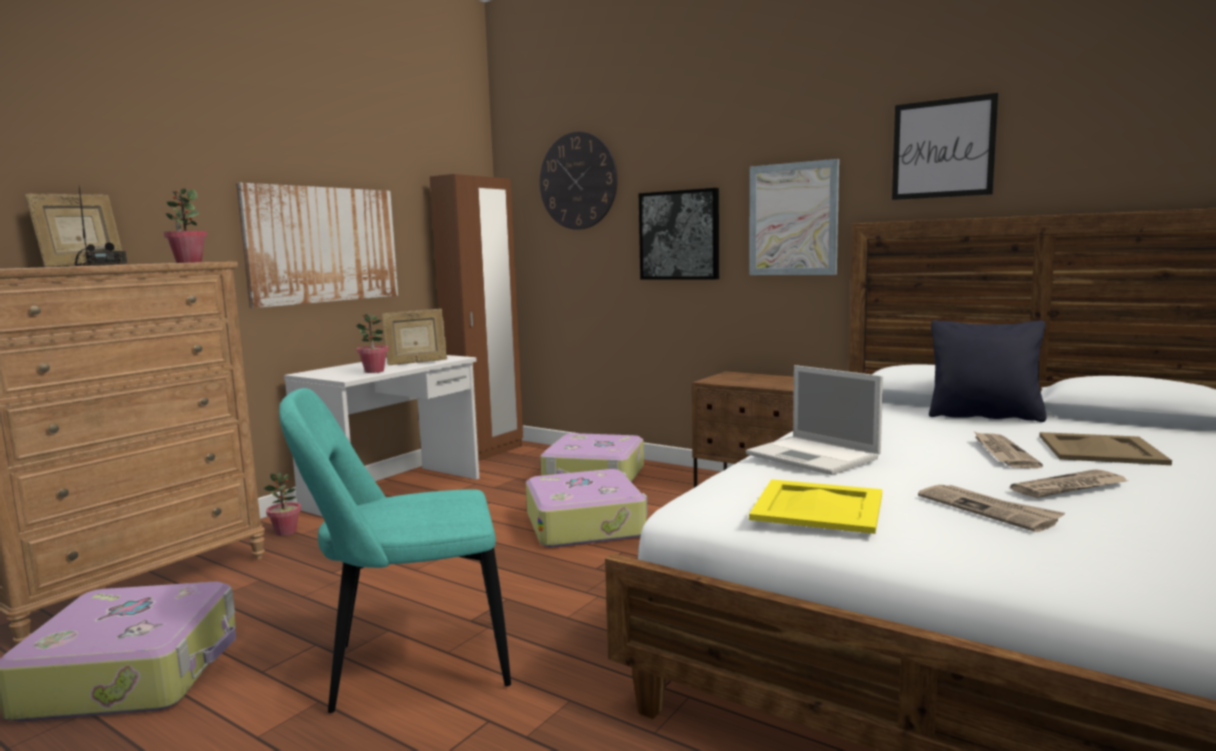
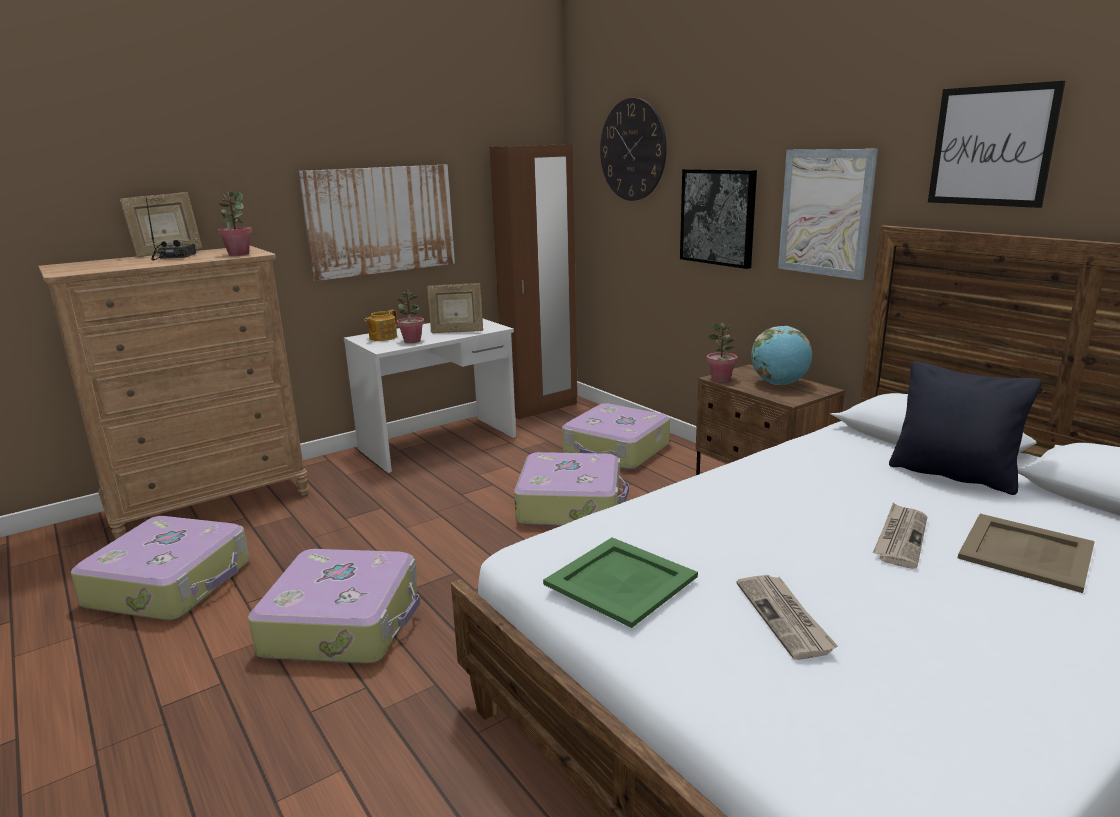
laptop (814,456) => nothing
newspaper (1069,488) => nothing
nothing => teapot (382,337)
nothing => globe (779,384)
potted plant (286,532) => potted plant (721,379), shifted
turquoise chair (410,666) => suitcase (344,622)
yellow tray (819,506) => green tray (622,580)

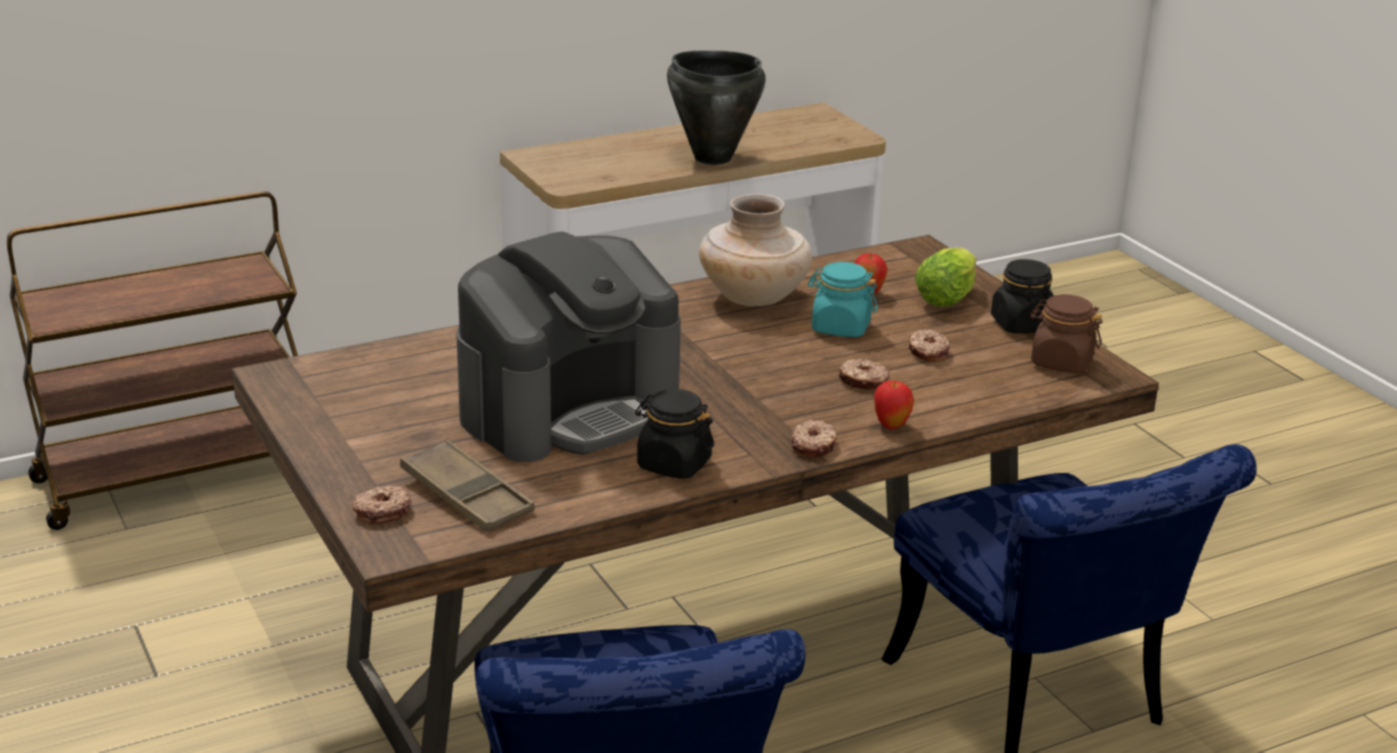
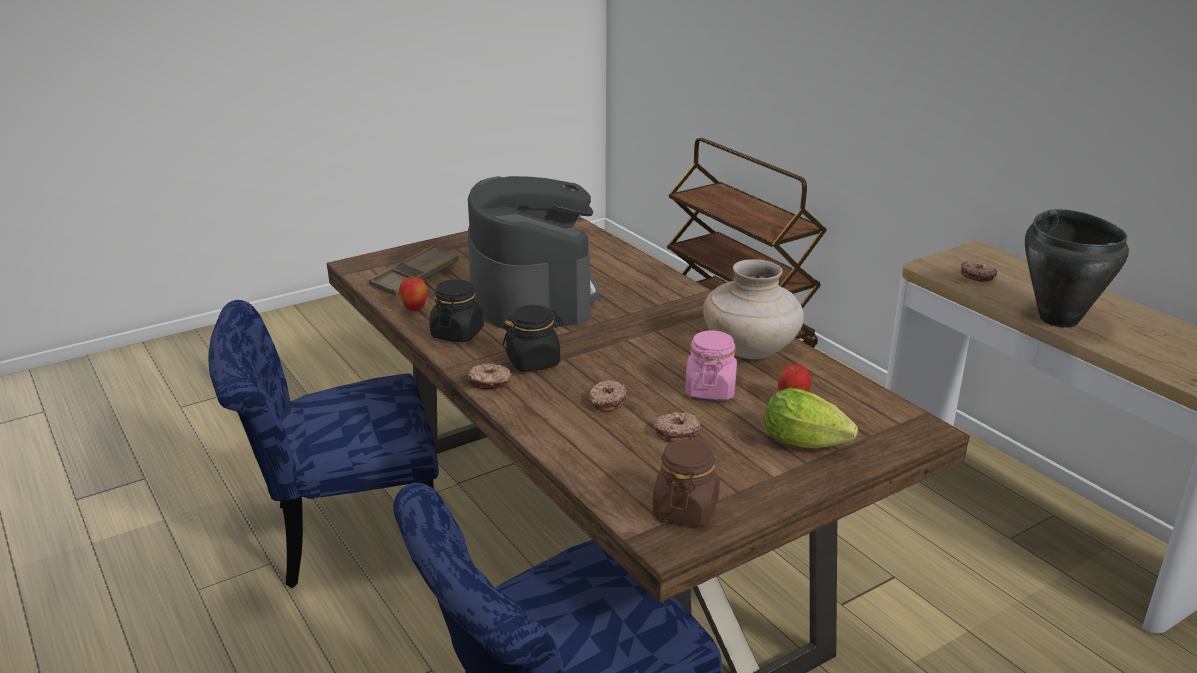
donut (382,512) => donut (977,276), shifted
apple (891,425) => apple (414,309), shifted
black jar (1021,324) => black jar (533,361), shifted
turquoise jar (840,327) => pink jar (710,389)
coffee machine (569,409) => coffee machine (532,296), 150 degrees counterclockwise

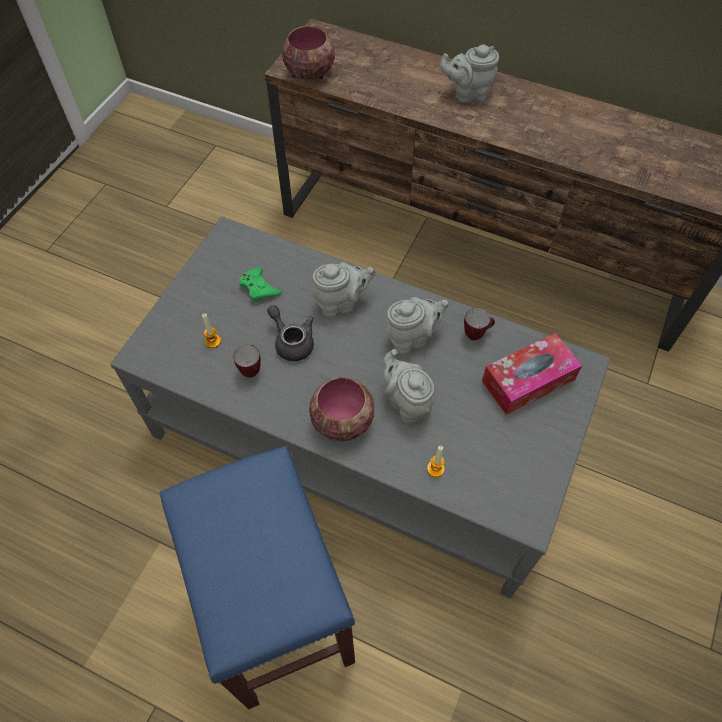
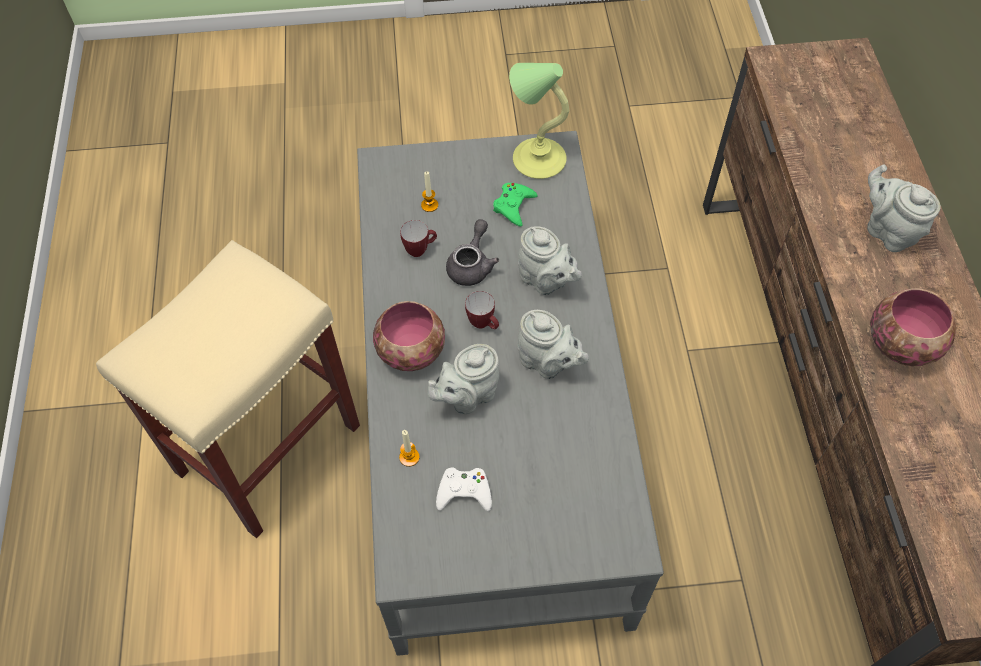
tissue box (528,380) => nothing
nothing => white game controller (464,492)
nothing => table lamp (537,159)
bowl (309,73) => bowl (901,343), shifted
mug (476,334) => mug (484,324), shifted
blue stool (276,612) => beige stool (269,446)
grey teapot (407,403) => grey teapot (467,396), 150 degrees counterclockwise

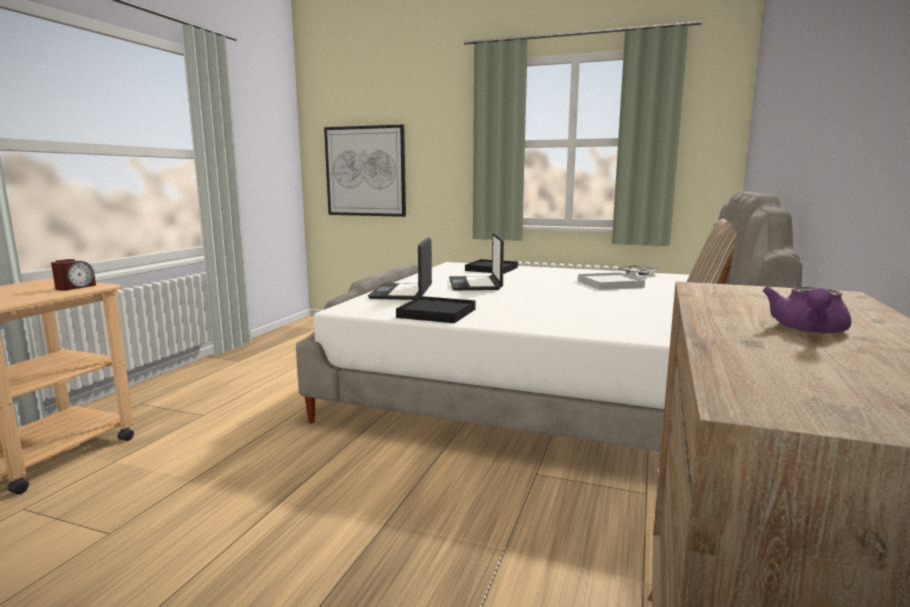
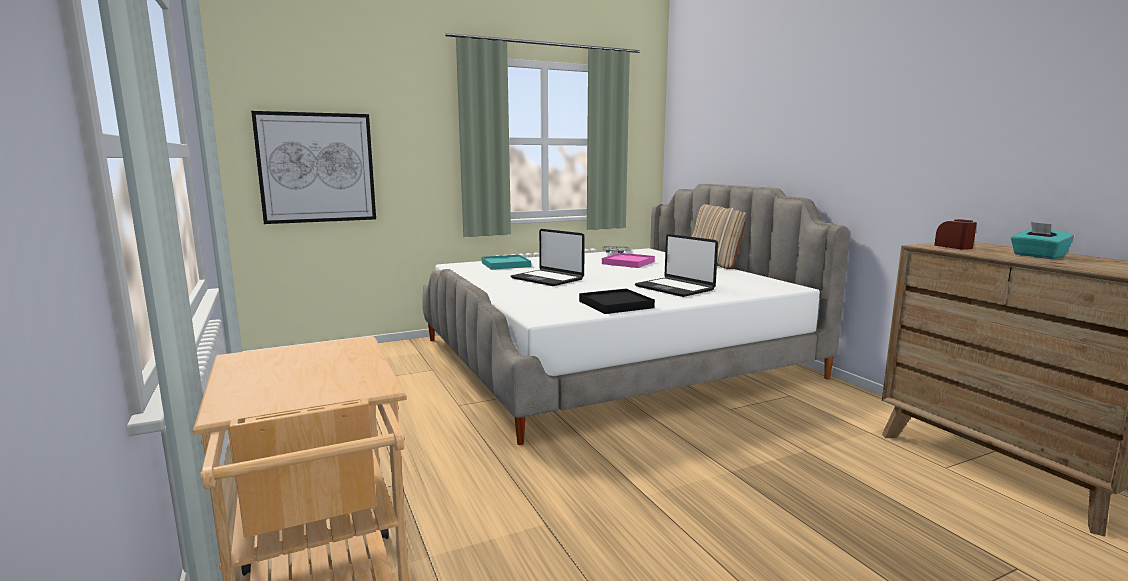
alarm clock (75,287) => alarm clock (954,247), shifted
laptop (402,293) => laptop (675,288), shifted
purple teapot (808,330) => turquoise tissue box (1037,256)
black tray (491,269) => turquoise tray (506,265)
white tray (609,284) => pink tray (628,263)

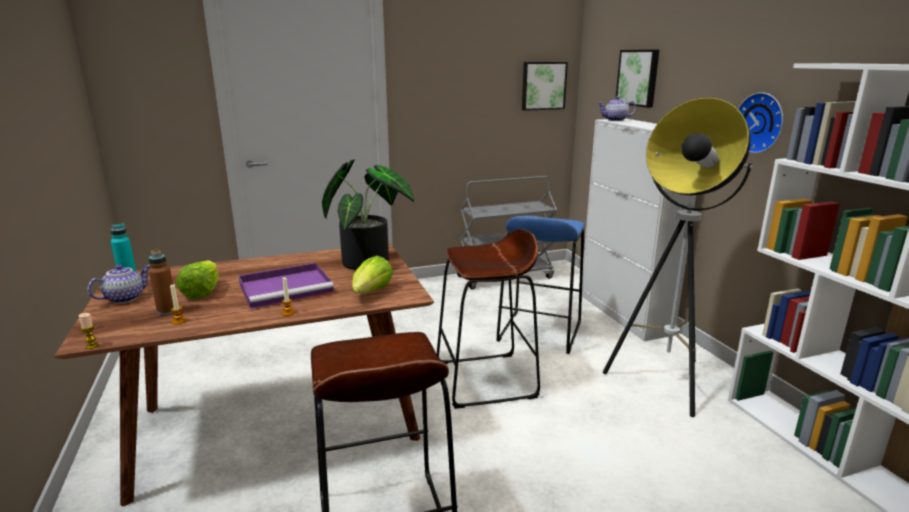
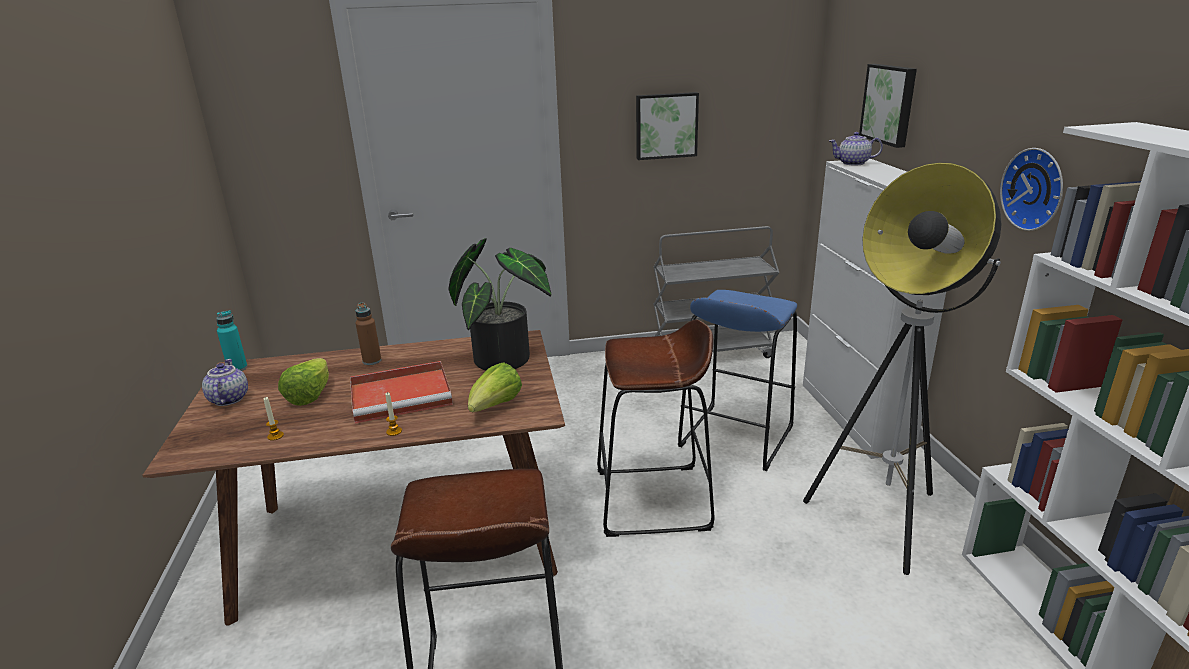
candle (92,346) => nothing
brown bottle (167,311) => brown bottle (372,361), shifted
picture (543,85) => picture (666,125), shifted
purple tray (288,288) => red tray (403,395)
teapot (125,298) => teapot (228,399), 60 degrees counterclockwise

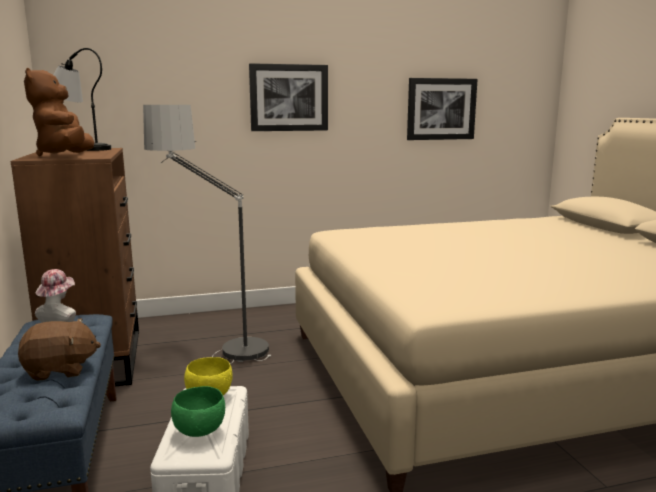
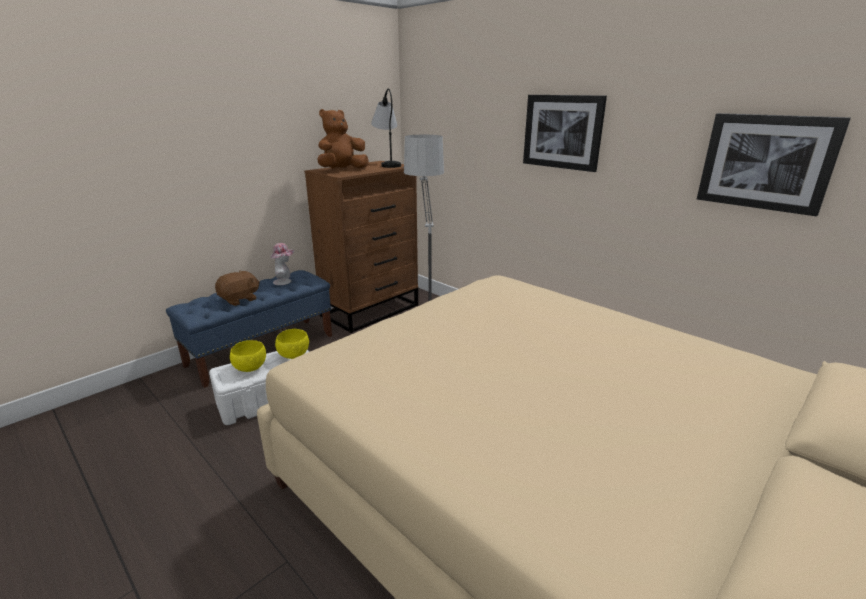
green bowl (200,430) => yellow bowl (251,368)
brown plush toy (60,370) => brown plush toy (240,300), 90 degrees counterclockwise

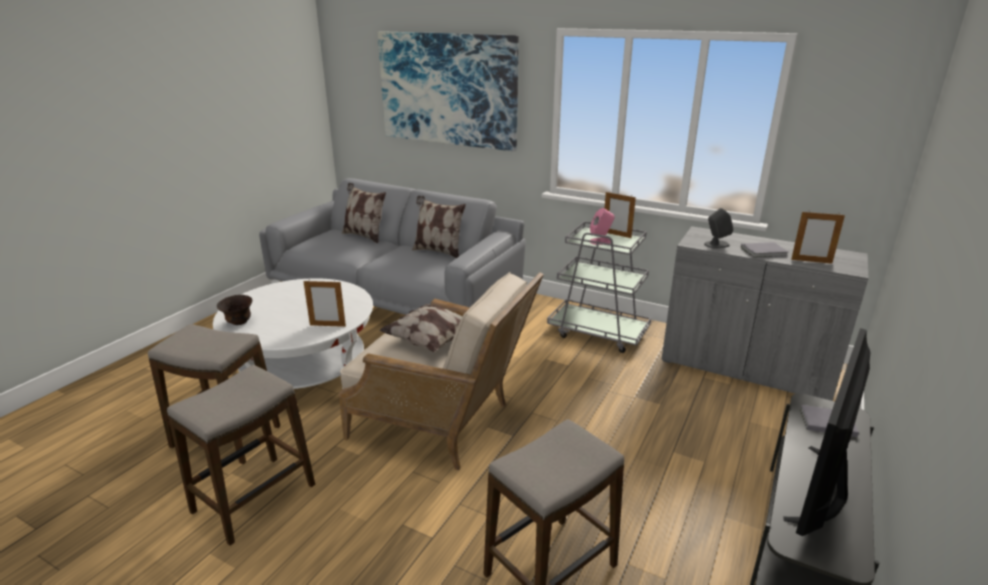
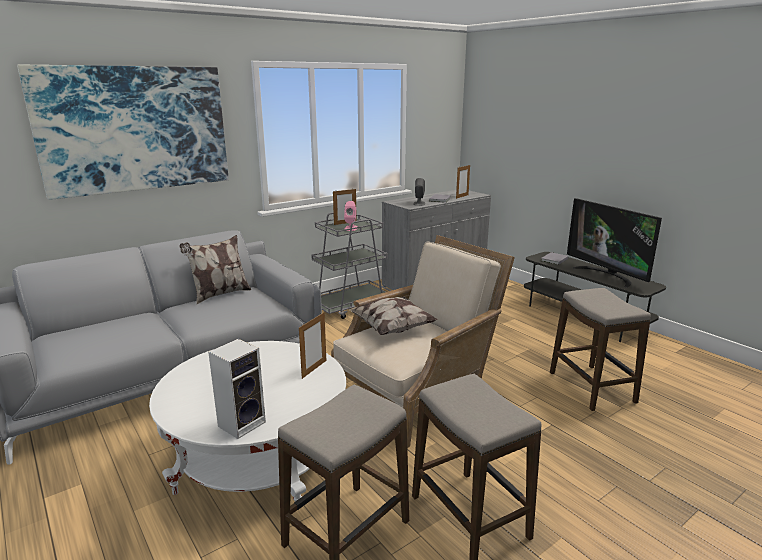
pillow (364,236) => nothing
brown bowl (239,322) => speaker (242,423)

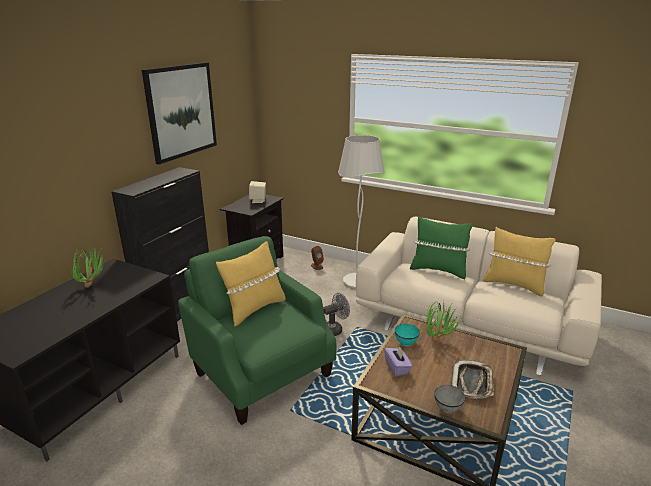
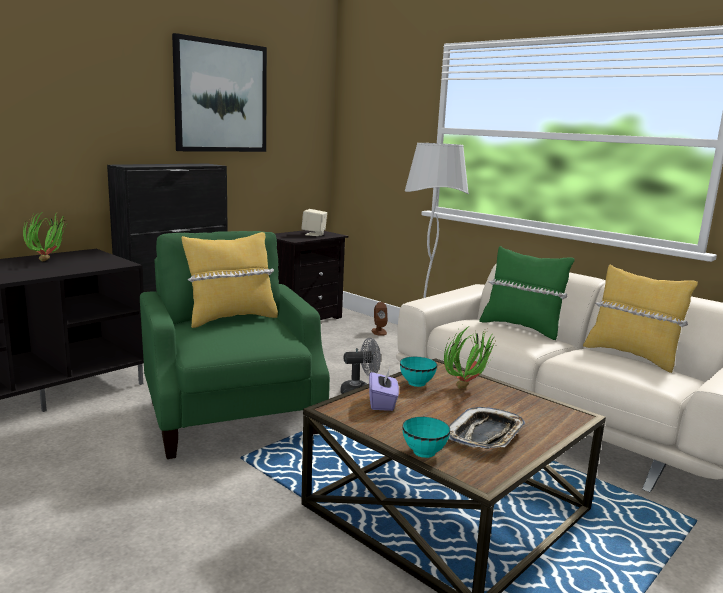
grey bowl (447,408) => turquoise bowl (424,451)

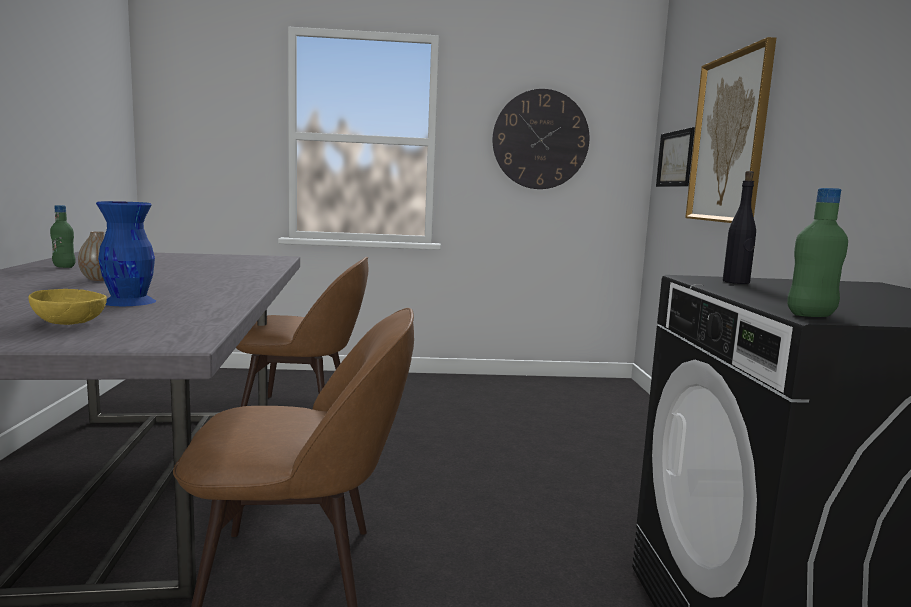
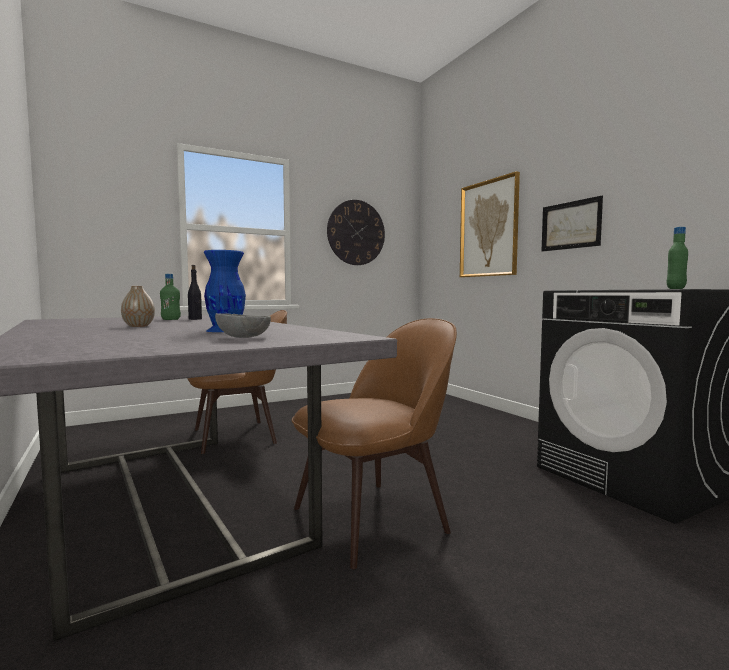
green bottle (64,267) => green bottle (171,319), shifted
picture (675,159) => picture (570,225), shifted
black bottle (736,282) => black bottle (195,319), shifted
yellow bowl (71,323) => grey bowl (244,337)

